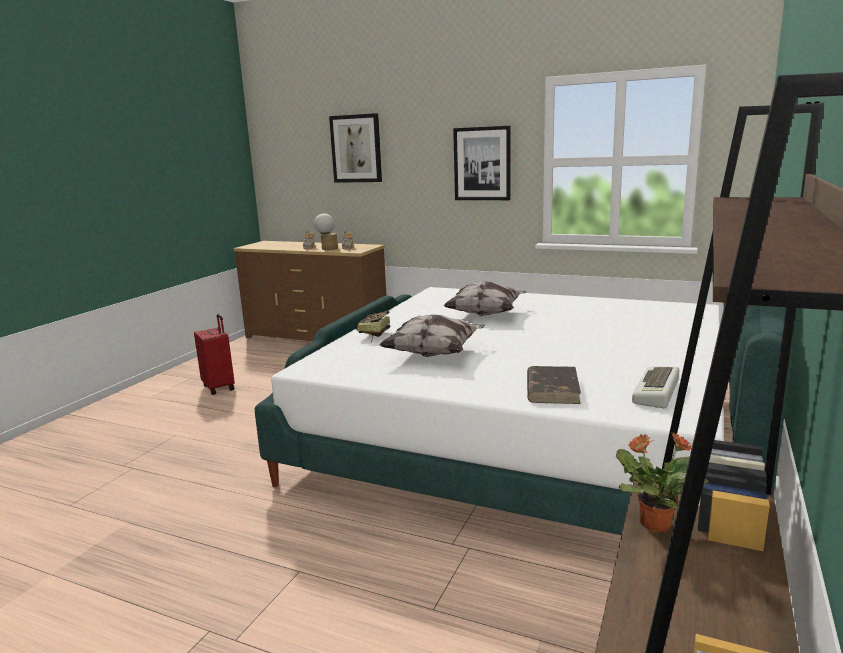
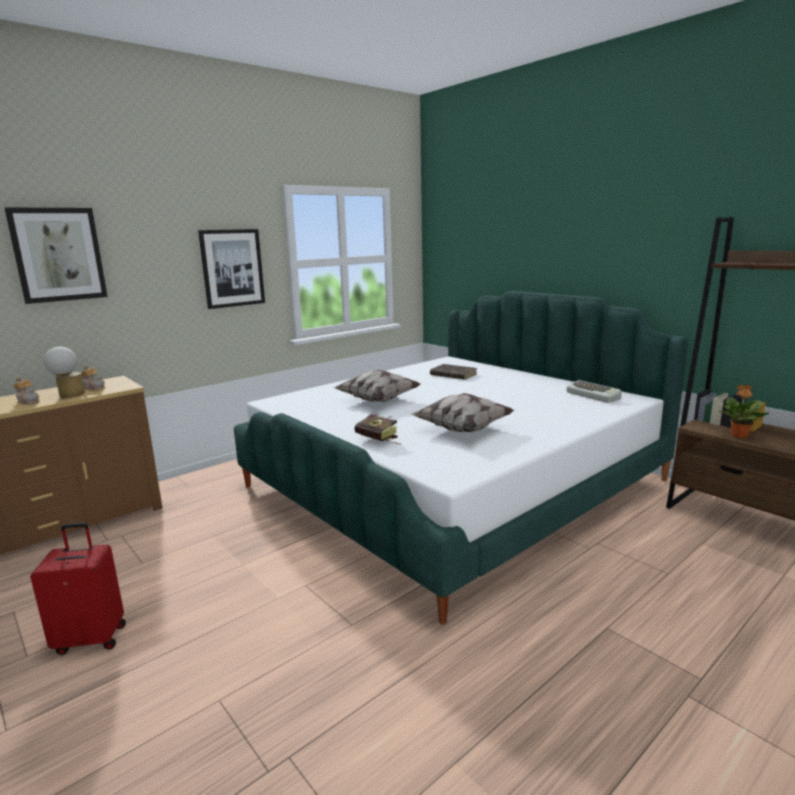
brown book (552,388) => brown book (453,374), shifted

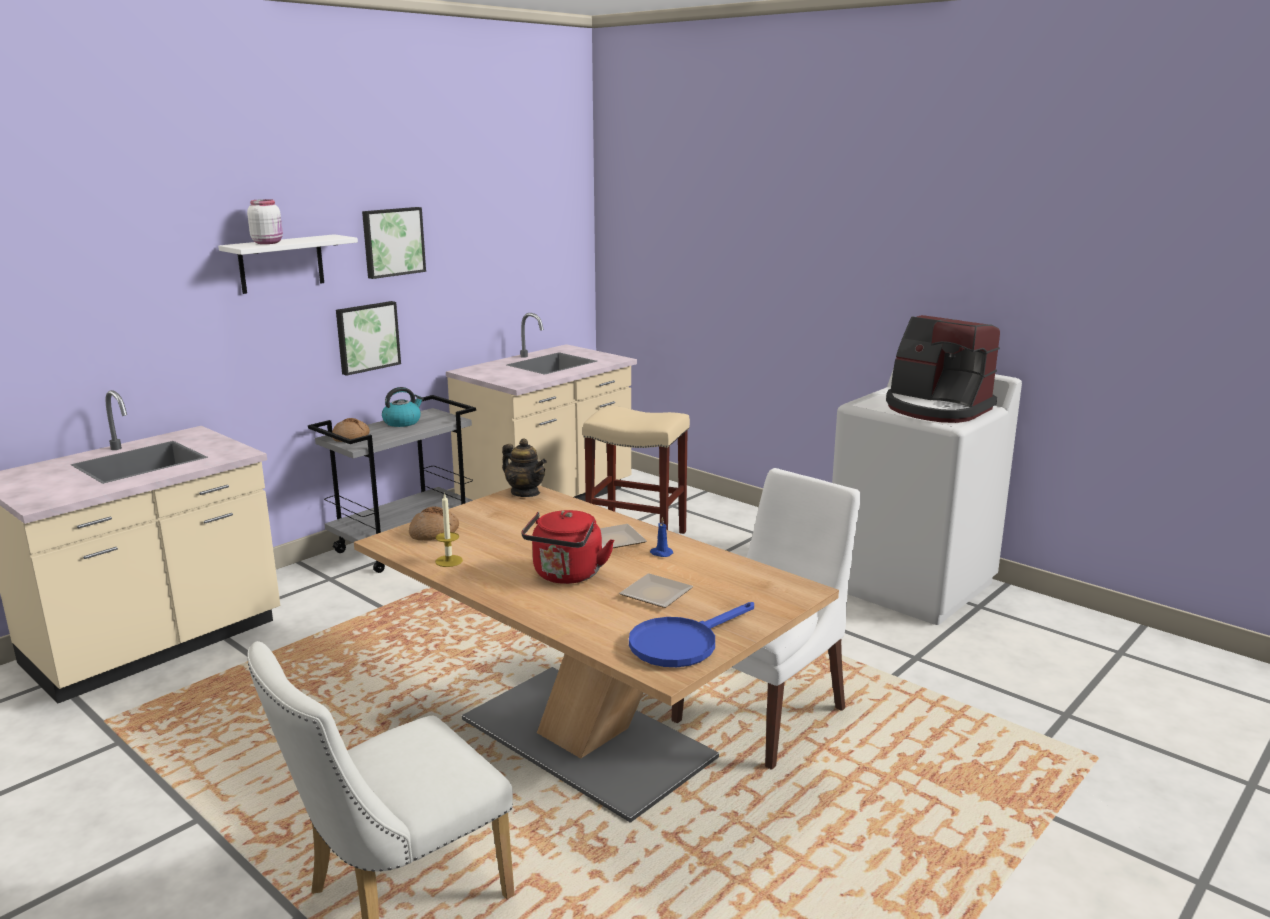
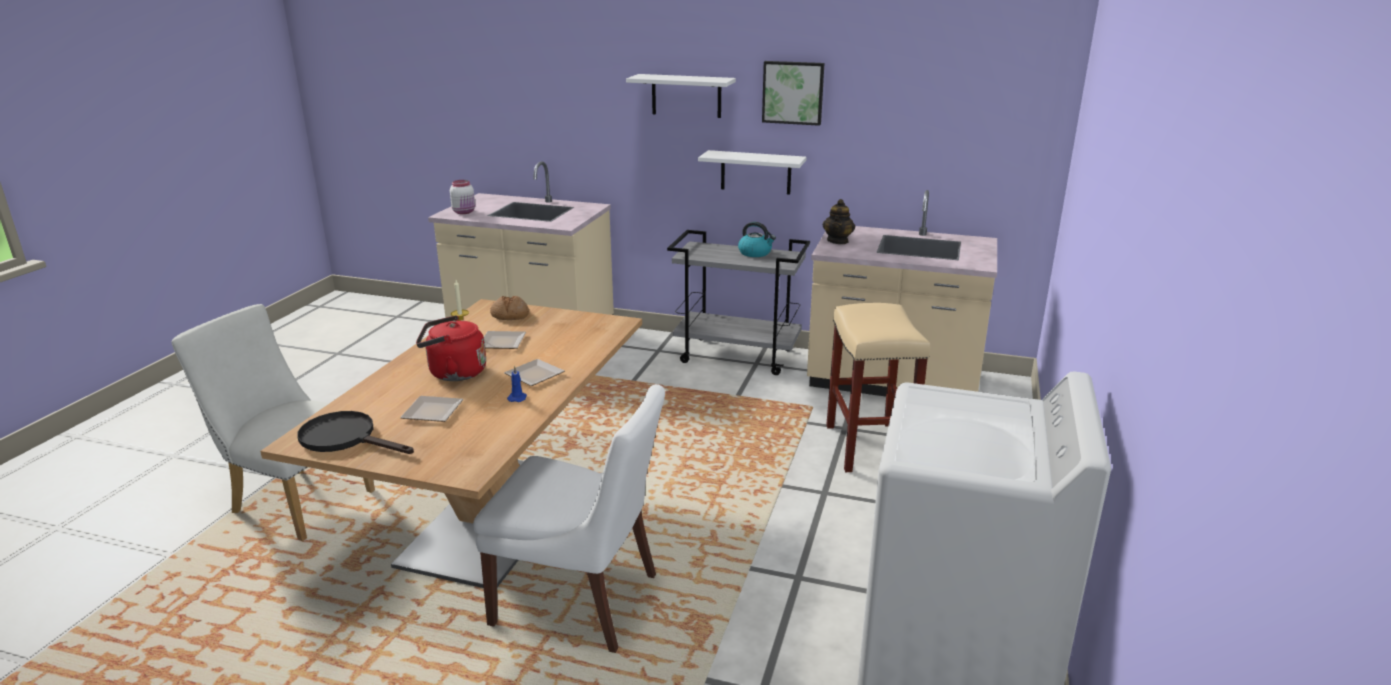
bread (351,437) => nothing
coffee machine (936,408) => nothing
nothing => plate (500,343)
white jar (268,243) => white jar (464,212), shifted
teapot (525,493) => teapot (838,241), shifted
picture (367,337) => white shelf (755,172)
blue frying pan (681,643) => black frying pan (346,438)

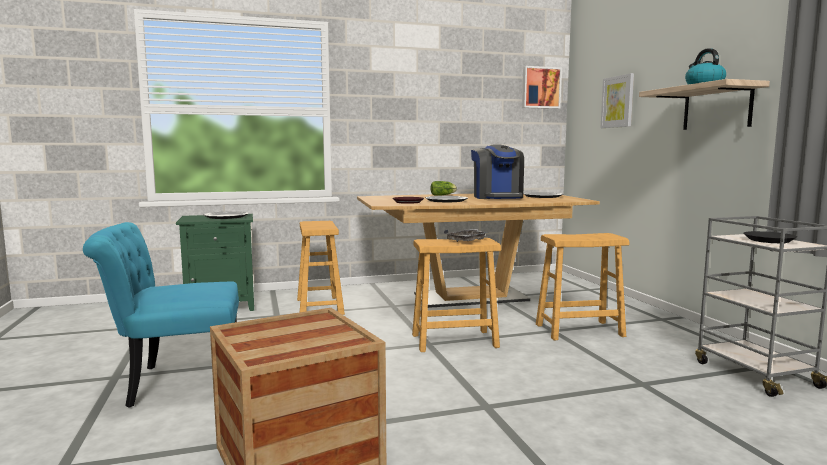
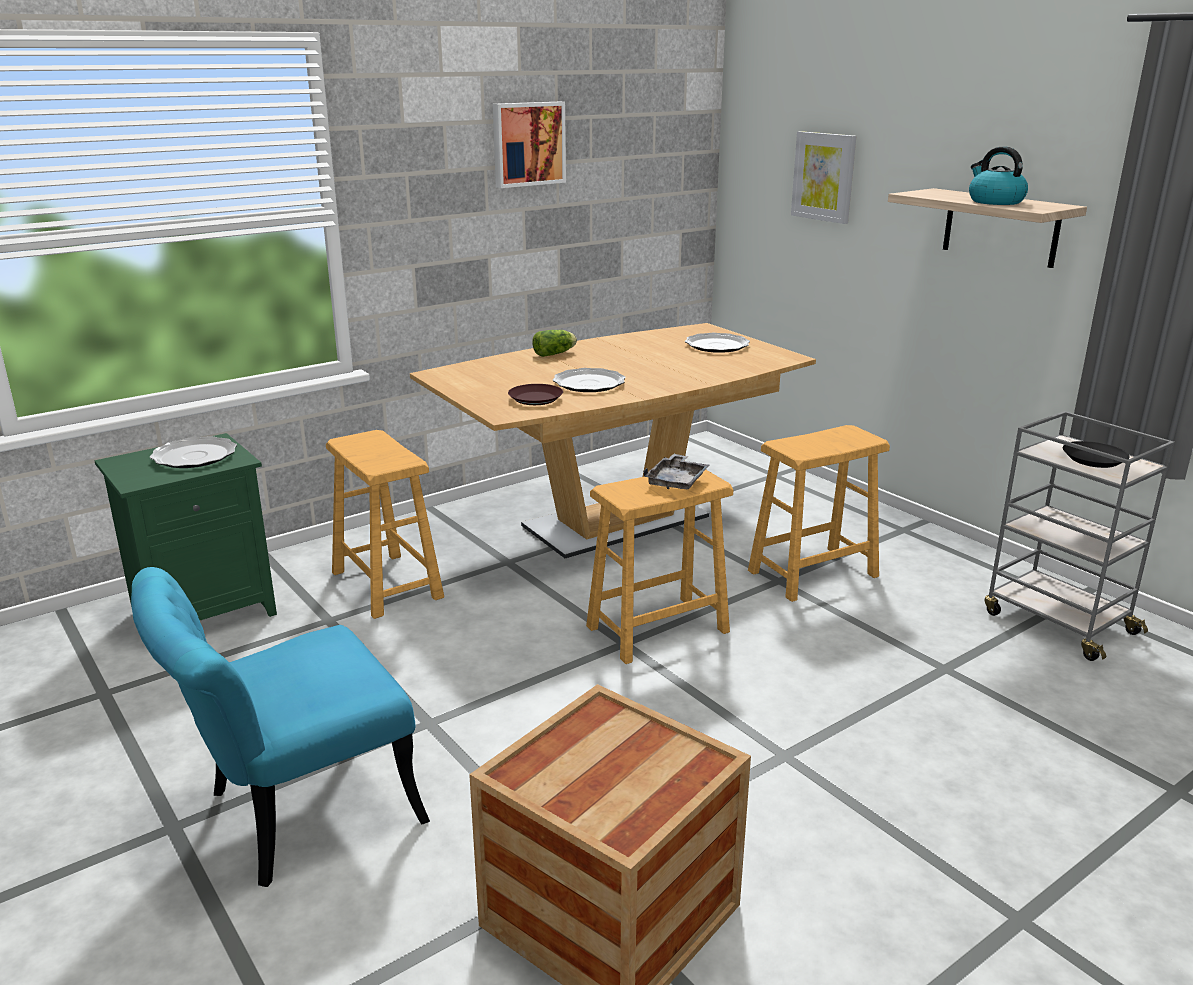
coffee machine (497,197) => nothing
picture (540,87) => picture (527,144), shifted

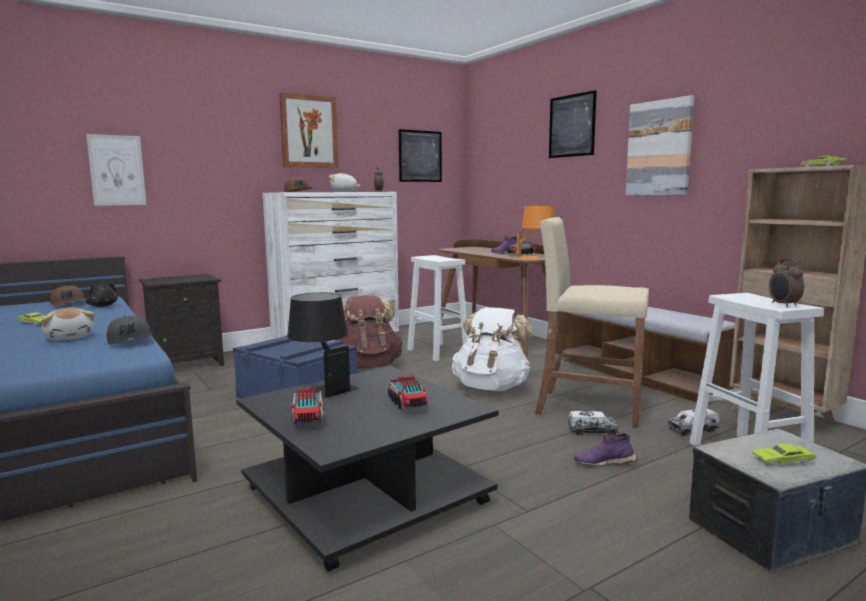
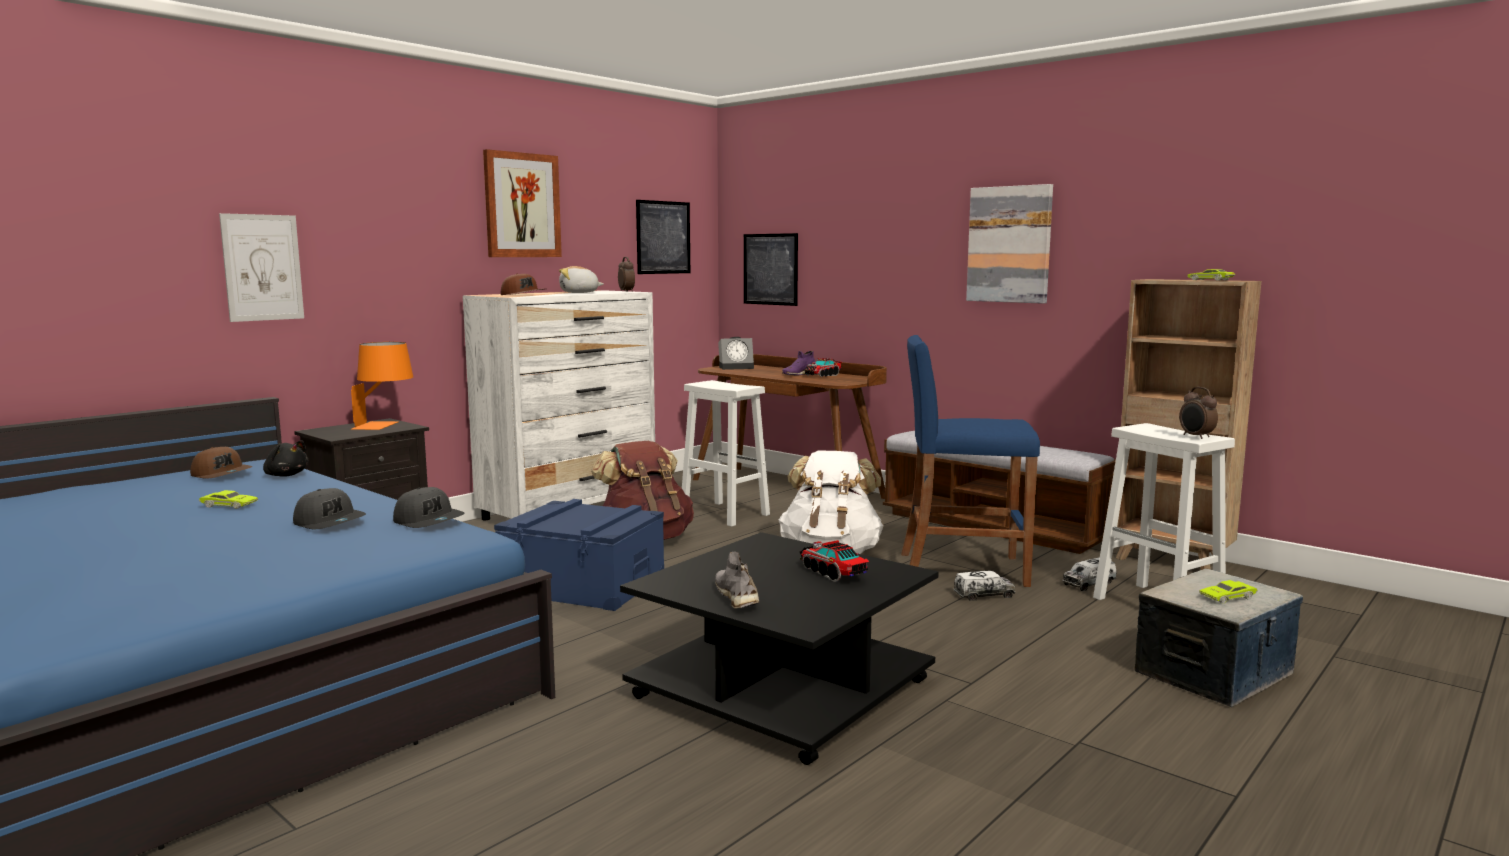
black table lamp (322,387) => nothing
purple shoe (604,462) => nothing
nothing => alarm clock (737,367)
orange table lamp (535,257) => orange table lamp (385,425), shifted
picture (572,126) => picture (770,269), shifted
plush toy (70,337) => grey cap (330,523)
toy truck (308,418) => grey shoe (737,597)
beige stool (588,408) => blue stool (961,569)

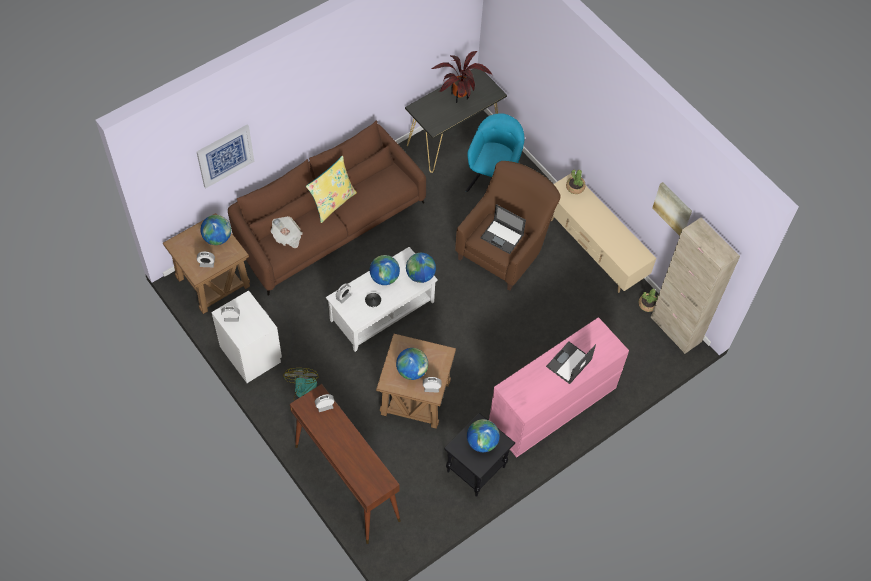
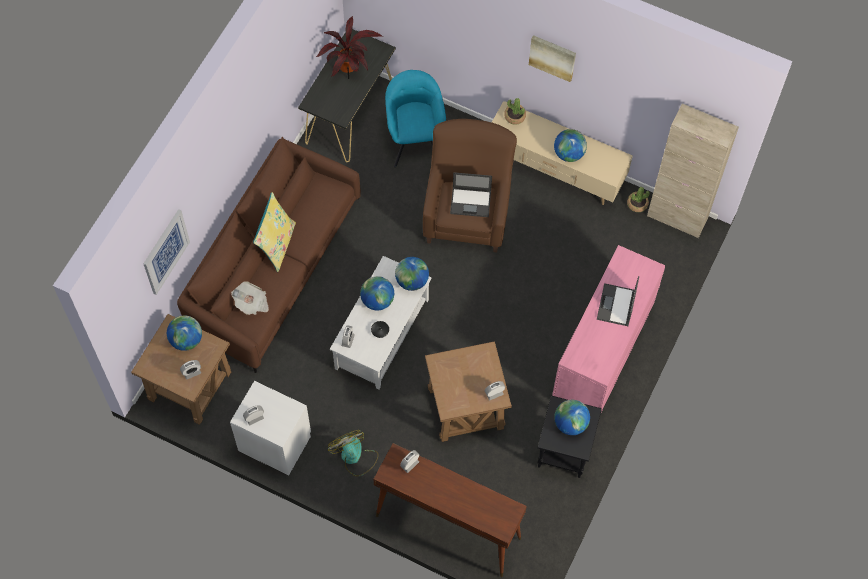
globe (412,371) => globe (569,154), shifted
picture (673,208) => picture (552,57), shifted

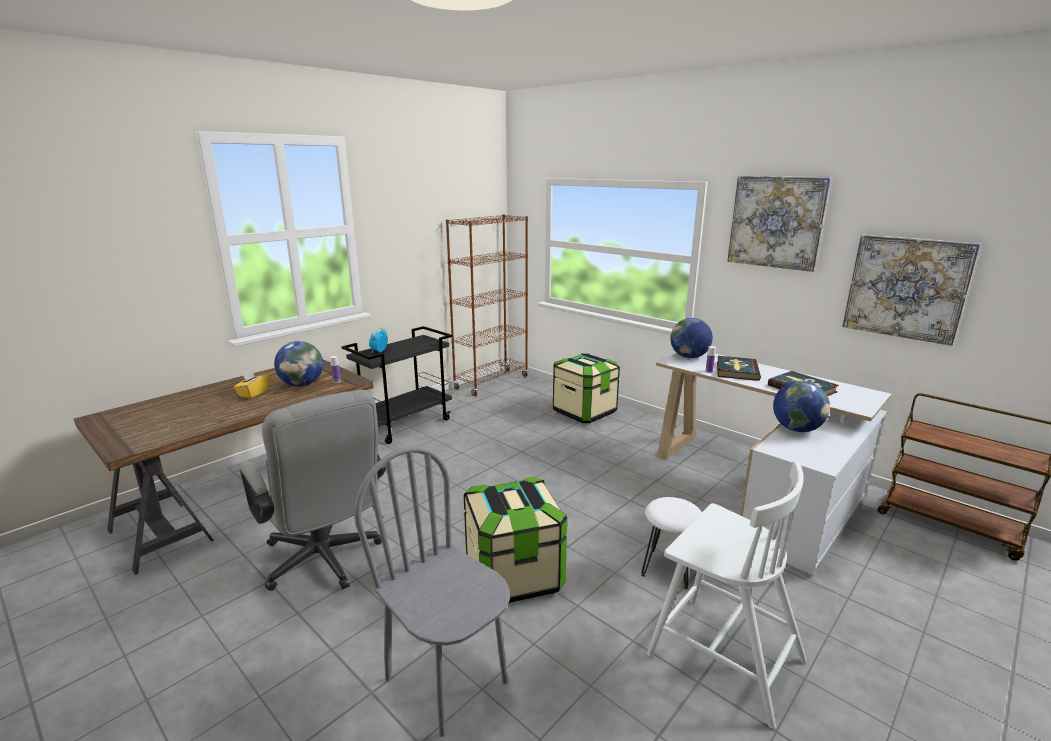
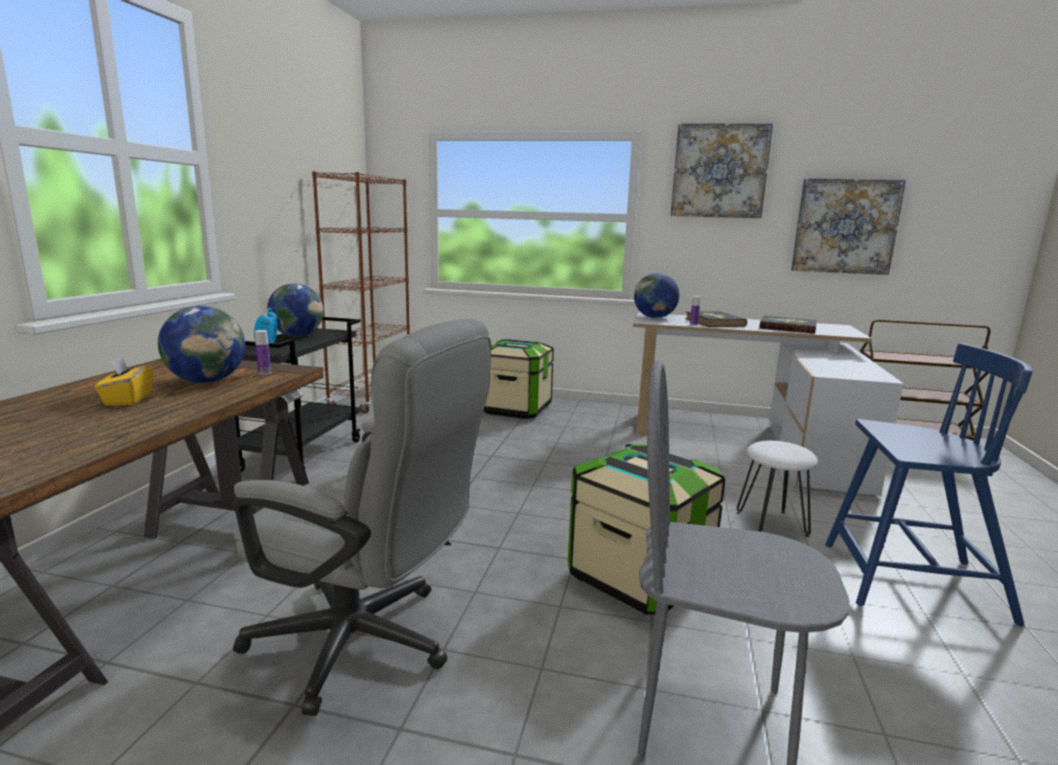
globe (796,429) => globe (297,335), shifted
white chair (723,655) => blue chair (910,581)

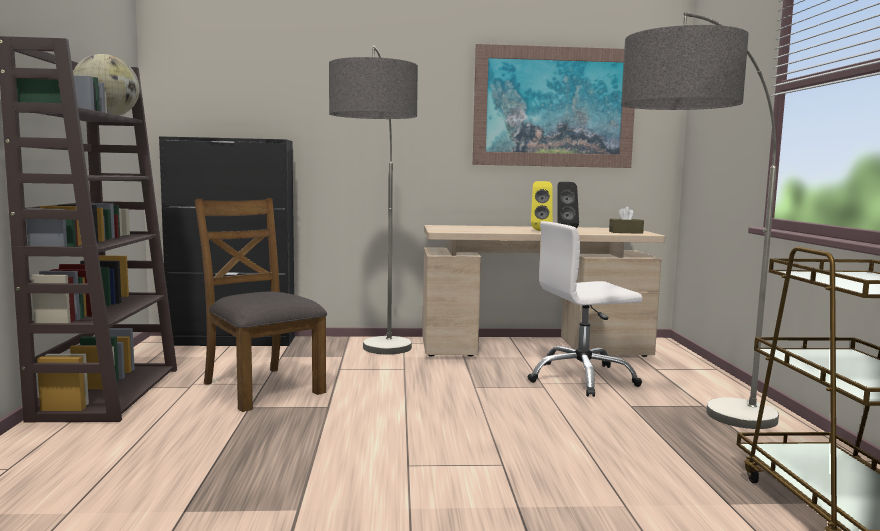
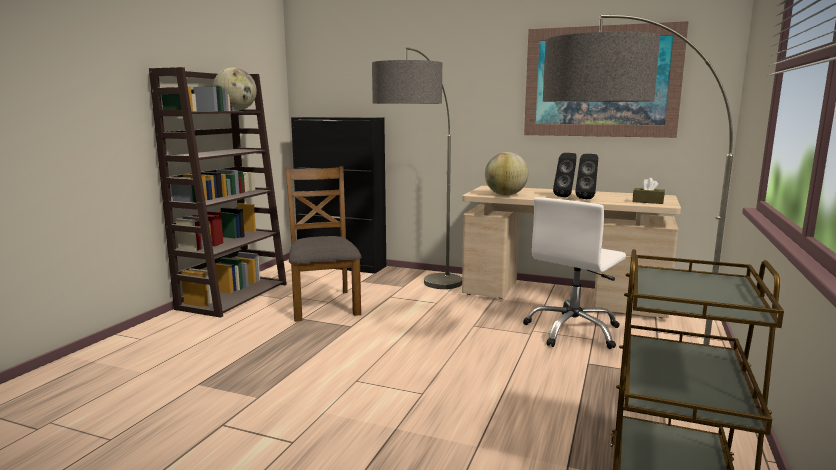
nothing => globe (505,195)
yellow speaker (540,231) => black speaker (565,197)
white office chair (582,378) => white office chair (573,331), 60 degrees counterclockwise

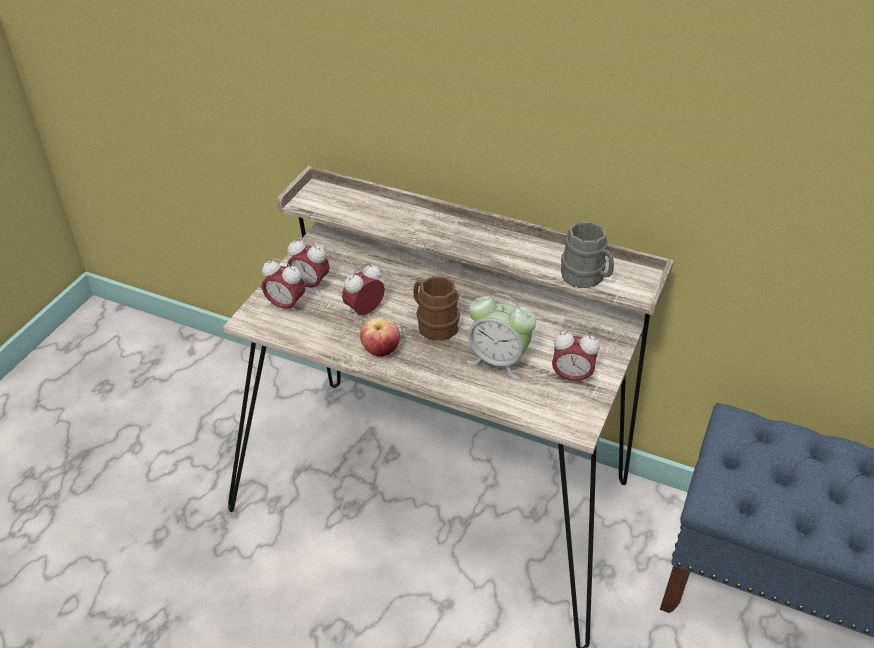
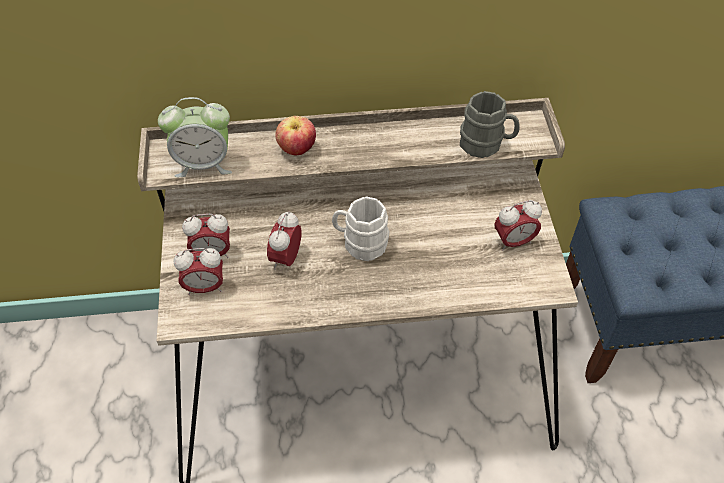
apple (380,350) => apple (297,149), shifted
alarm clock (498,360) => alarm clock (203,163), shifted
brown mug (433,324) => white mug (360,243)

